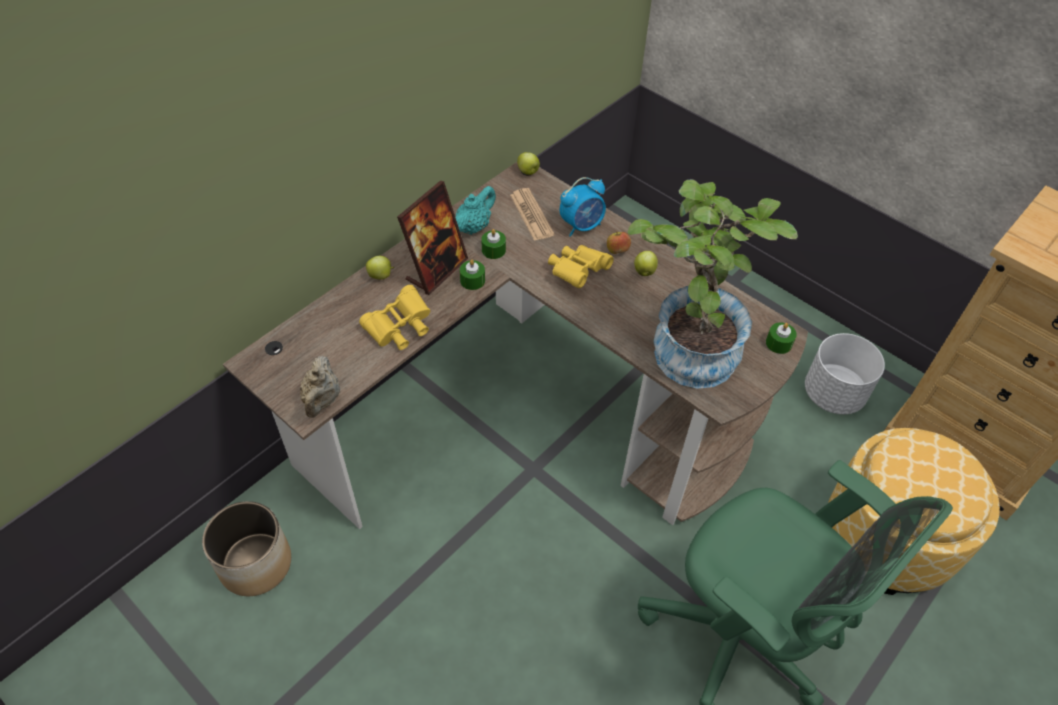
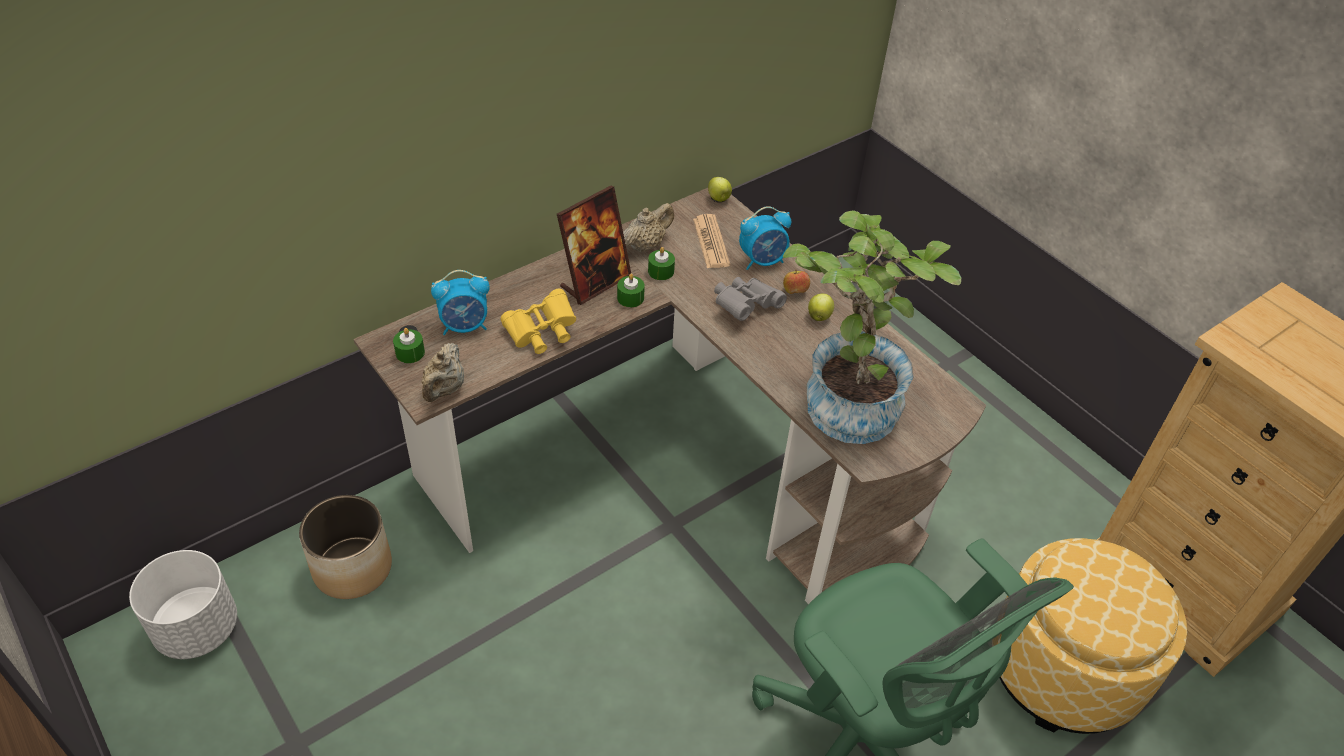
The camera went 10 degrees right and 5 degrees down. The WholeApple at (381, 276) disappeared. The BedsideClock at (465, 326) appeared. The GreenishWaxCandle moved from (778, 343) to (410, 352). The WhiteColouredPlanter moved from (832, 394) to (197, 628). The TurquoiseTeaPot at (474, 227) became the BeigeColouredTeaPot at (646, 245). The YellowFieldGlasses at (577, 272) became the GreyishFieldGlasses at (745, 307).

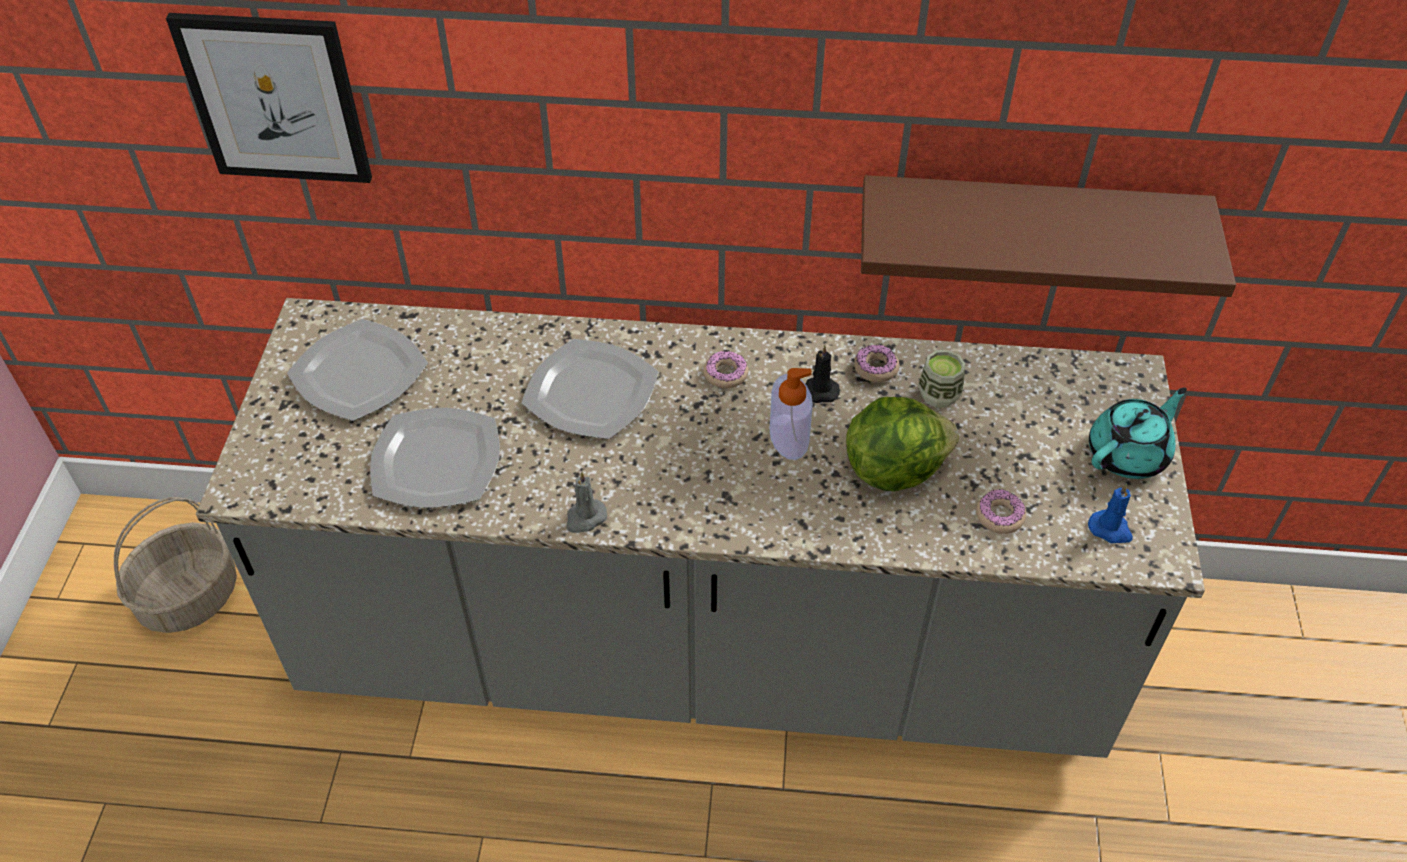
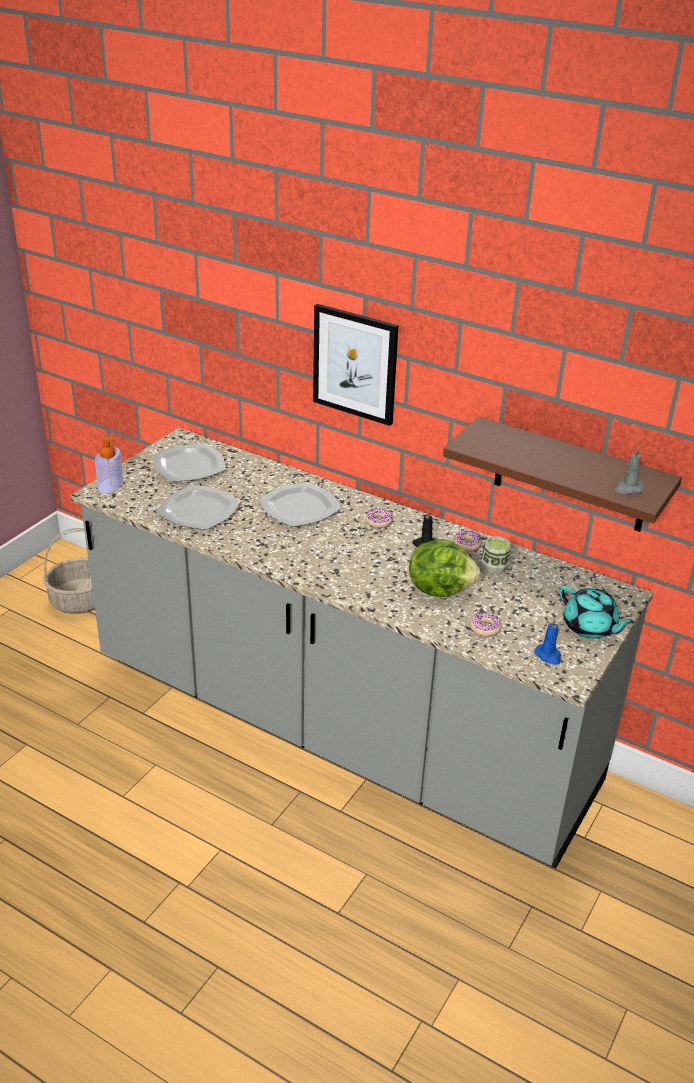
The camera went 25 degrees right and 15 degrees down. The WallArt moved from (275, 99) to (355, 364). The GreyishWaxCandle moved from (585, 518) to (628, 488). The LiquidSoapBottle moved from (789, 437) to (111, 485). The TurquoiseTeaPot at (1129, 454) turned 60 degrees clockwise.

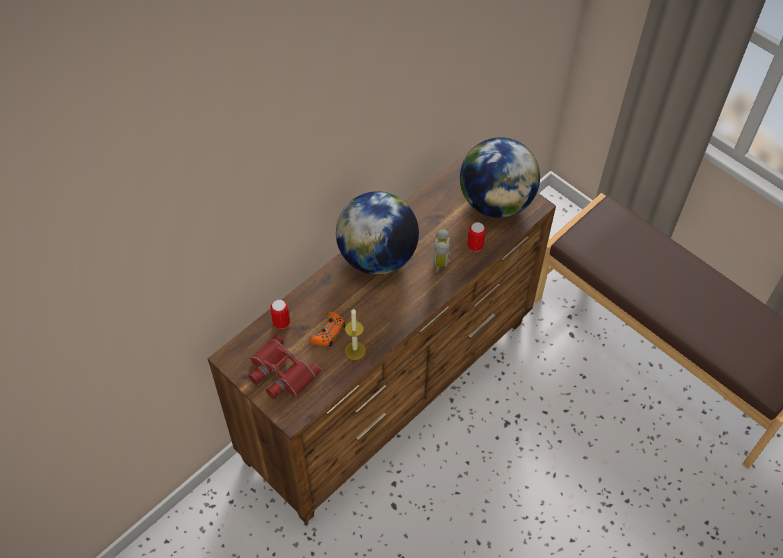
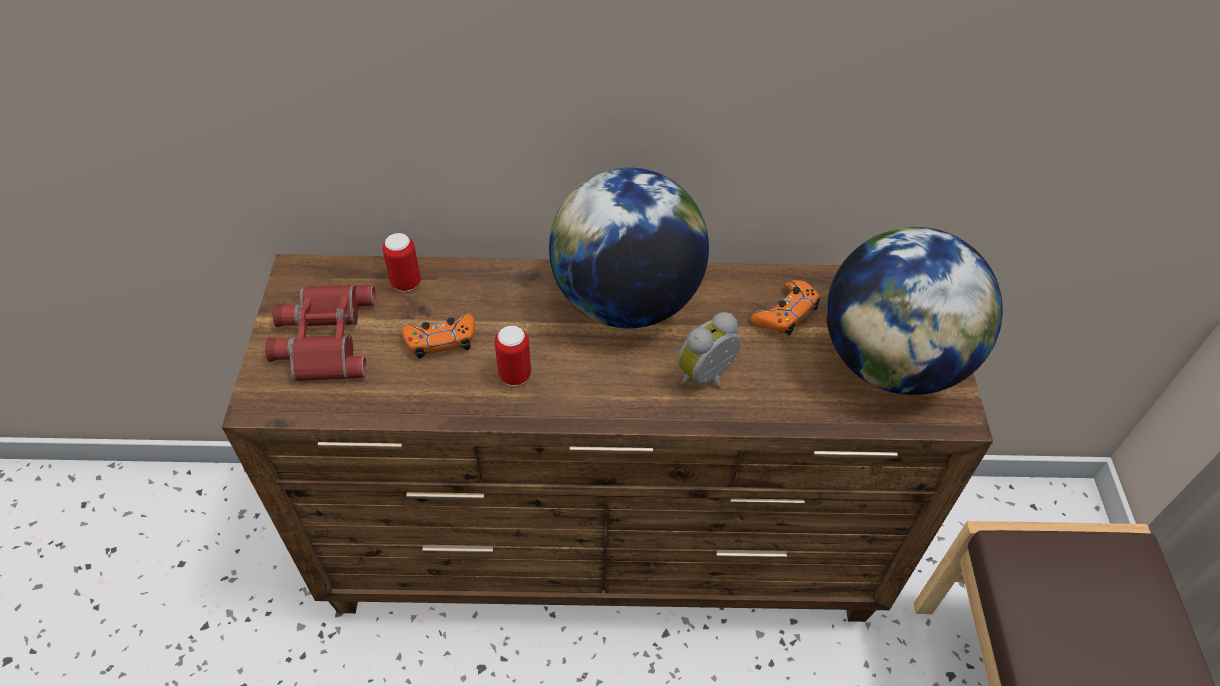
The camera went 45 degrees right and 5 degrees down. The WaxCandle at (355, 350) disappeared. The OrangeJoypad at (785, 313) appeared. The Can moved from (475, 246) to (515, 375).

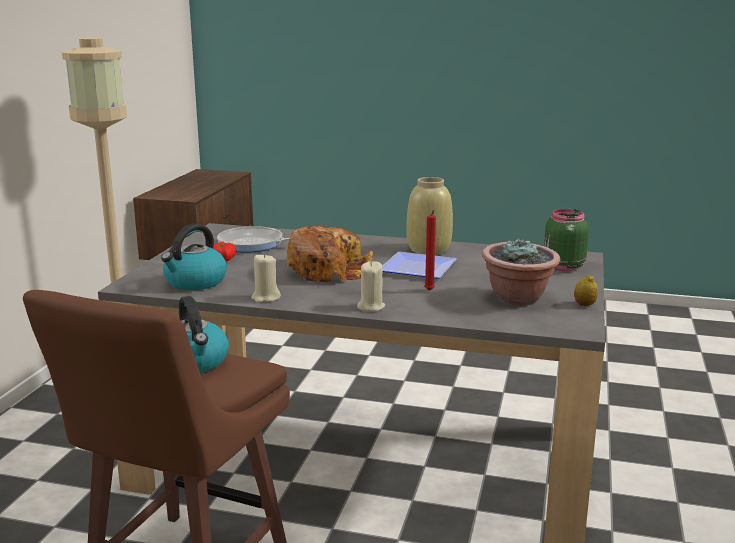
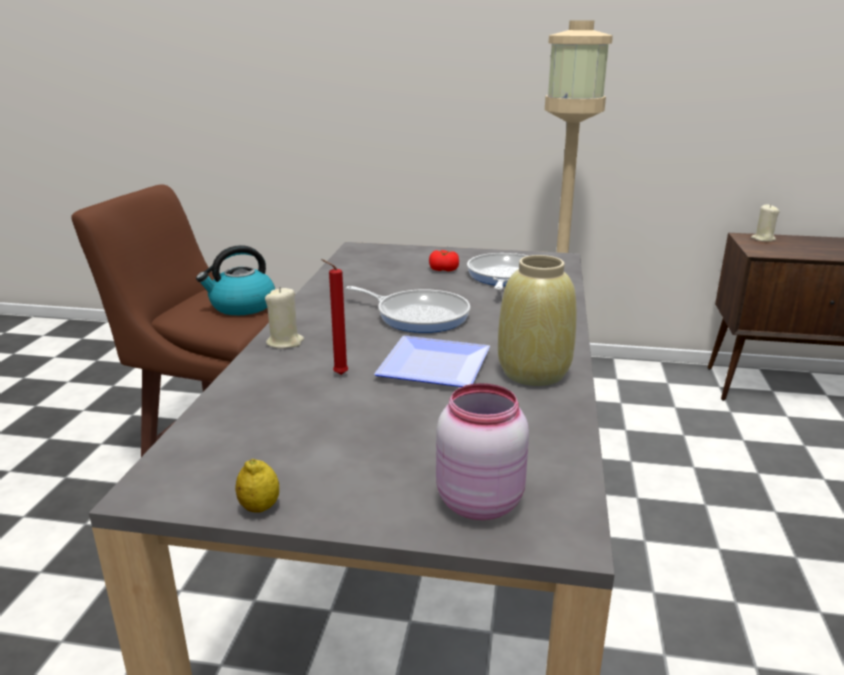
The camera went 85 degrees right and 5 degrees up. The Kettle at (195, 282) disappeared. The Houseplant at (518, 298) disappeared. The BeigeColouredWaxCandle moved from (265, 298) to (763, 239). The Bread at (328, 270) was replaced by the FryingPan at (418, 315). The GreenishStorageJar at (562, 267) became the PinkColouredStorageJar at (478, 500).

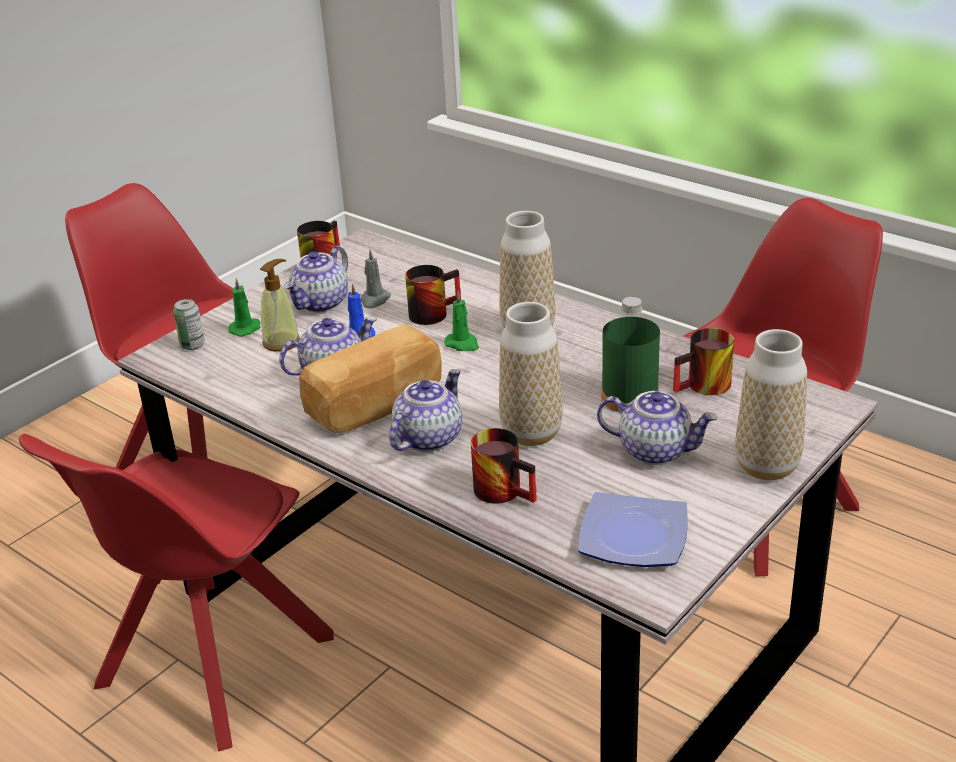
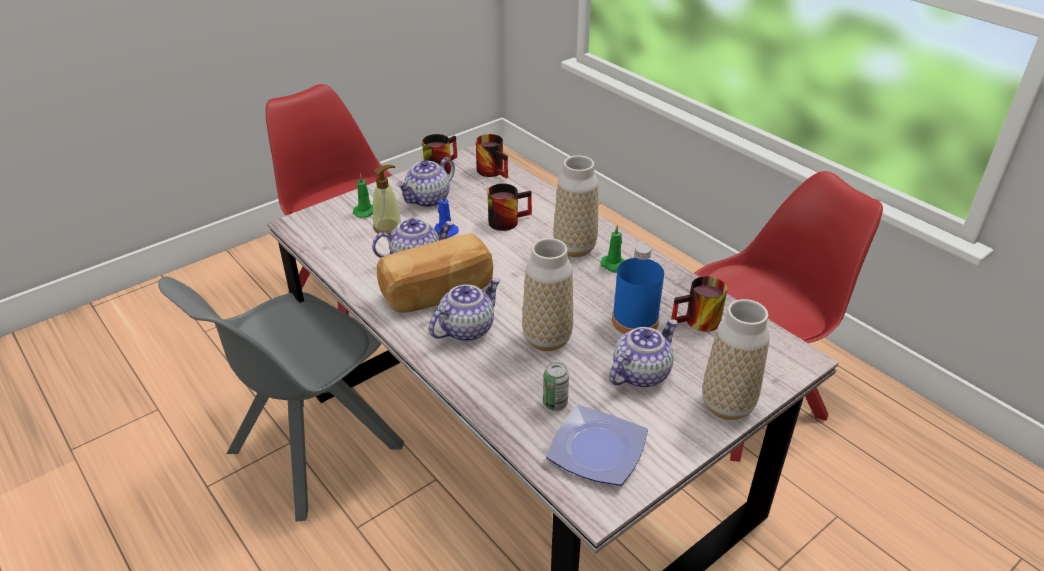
The camera went 10 degrees right and 5 degrees up. The GreyishWaxCandle at (374, 300) disappeared. The Can moved from (192, 345) to (555, 403). The GreenishWaxCandle moved from (462, 344) to (614, 266). The TeaMug moved from (506, 489) to (495, 171). The ReddishPlainChair at (210, 665) became the GreyishPlainChair at (311, 451). The GreenishBottle at (629, 397) became the BlueColouredBottle at (635, 321). The TeaPot at (655, 450) turned 75 degrees counterclockwise.

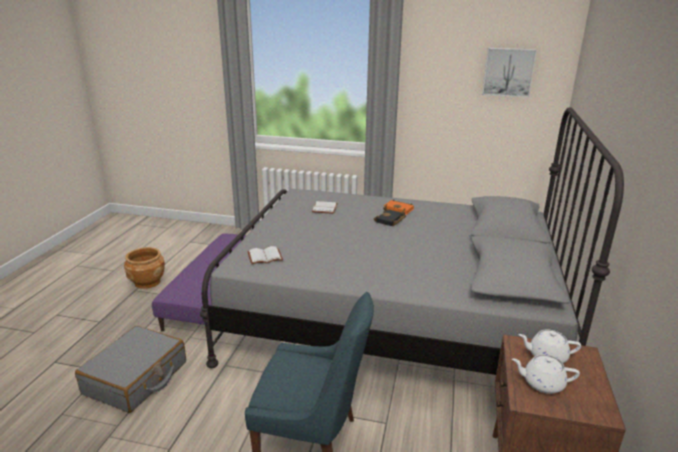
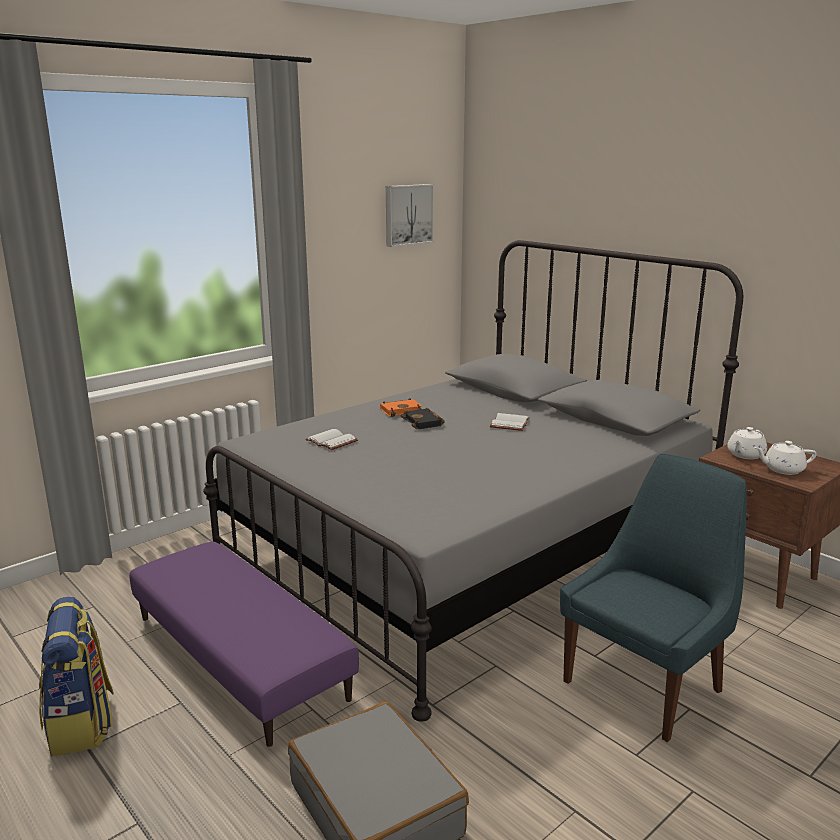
The camera went 55 degrees left and 5 degrees down. The WhiteColouredBoundBook moved from (264, 257) to (511, 424). The BrownishPlanter at (147, 282) was replaced by the Backpack at (81, 724). The WhiteColouredTeaPot at (542, 383) turned 45 degrees clockwise.

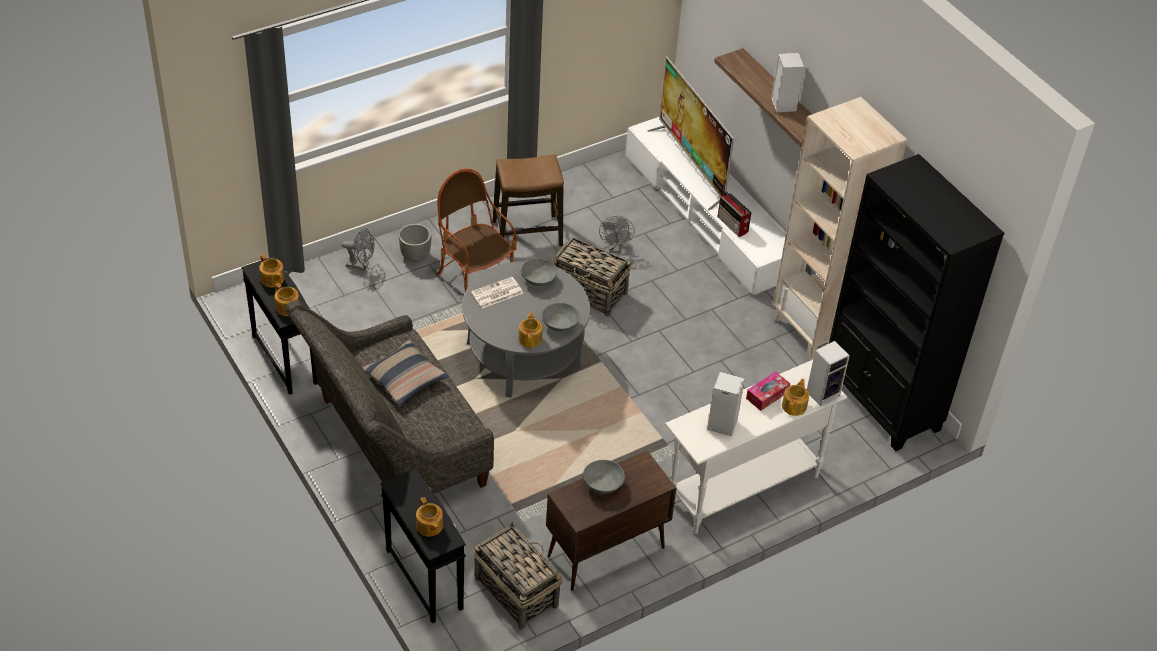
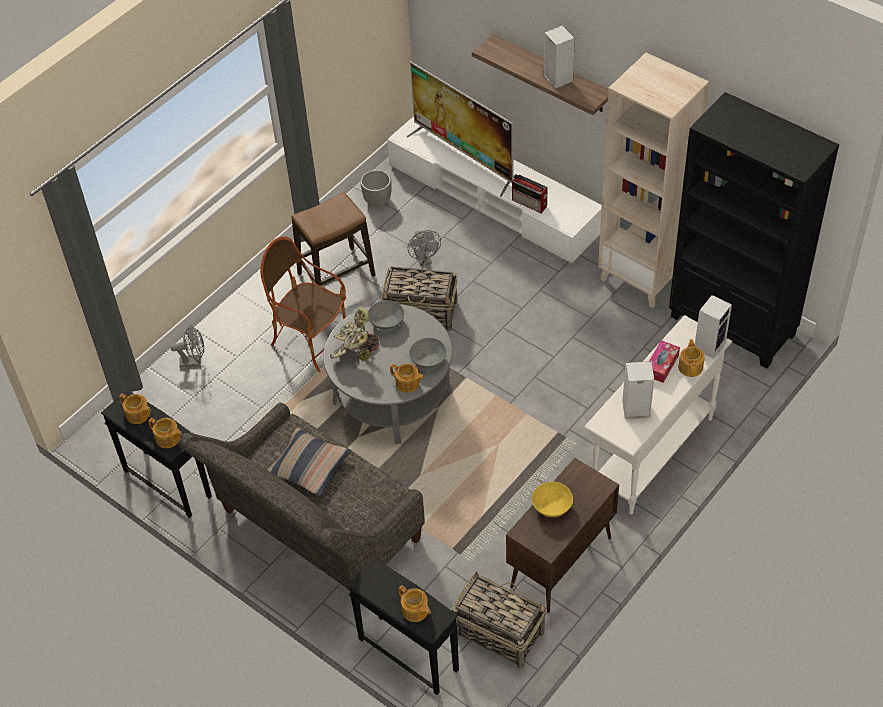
The camera went 15 degrees left and 5 degrees up. The Planter moved from (415, 256) to (377, 200). The PrintedPaper at (496, 293) was replaced by the Houseplant at (354, 350). The GreyishDeepDish at (603, 485) became the YellowDeepDish at (552, 507). The TeaPot at (530, 338) turned 135 degrees clockwise.

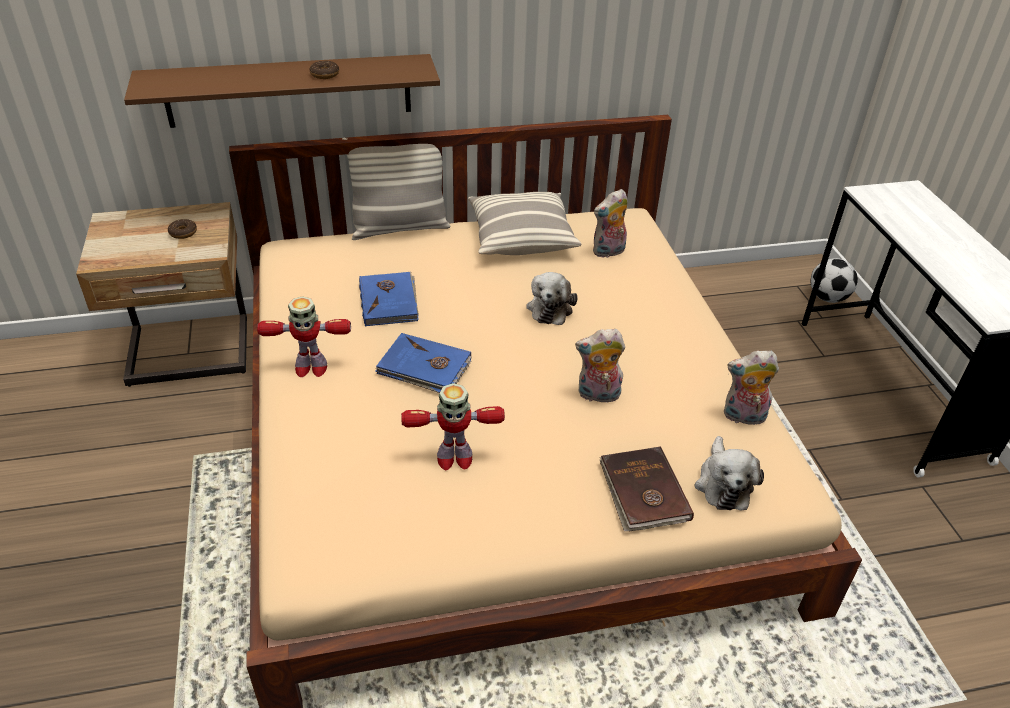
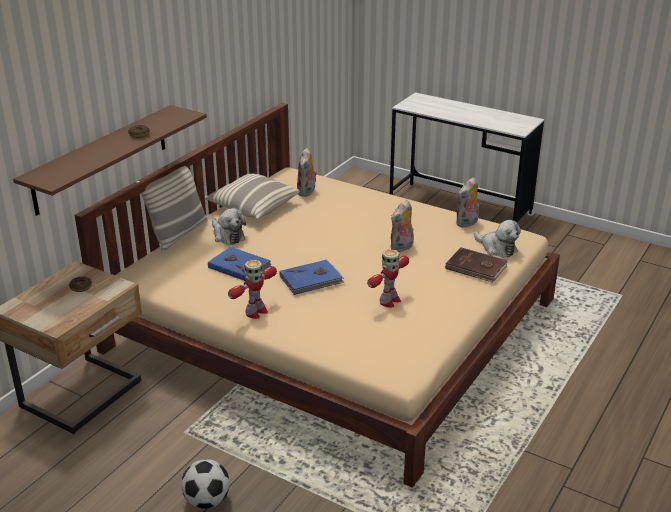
The camera went 45 degrees left and 10 degrees down. The PlushToy moved from (550, 307) to (227, 236). The FootballBall moved from (828, 298) to (207, 501).

